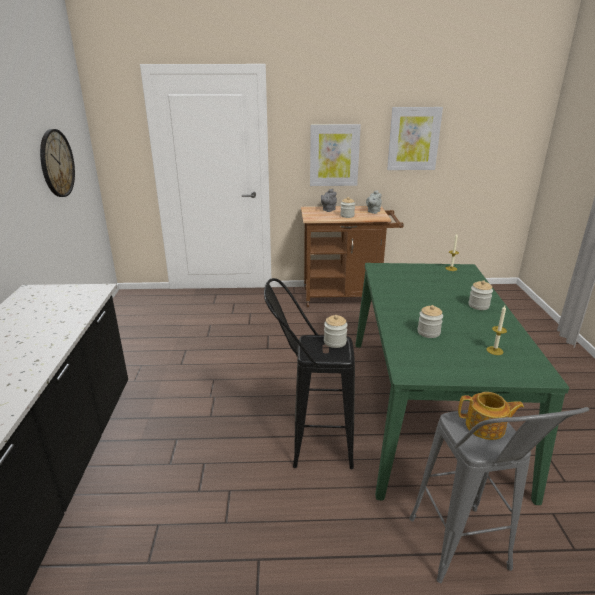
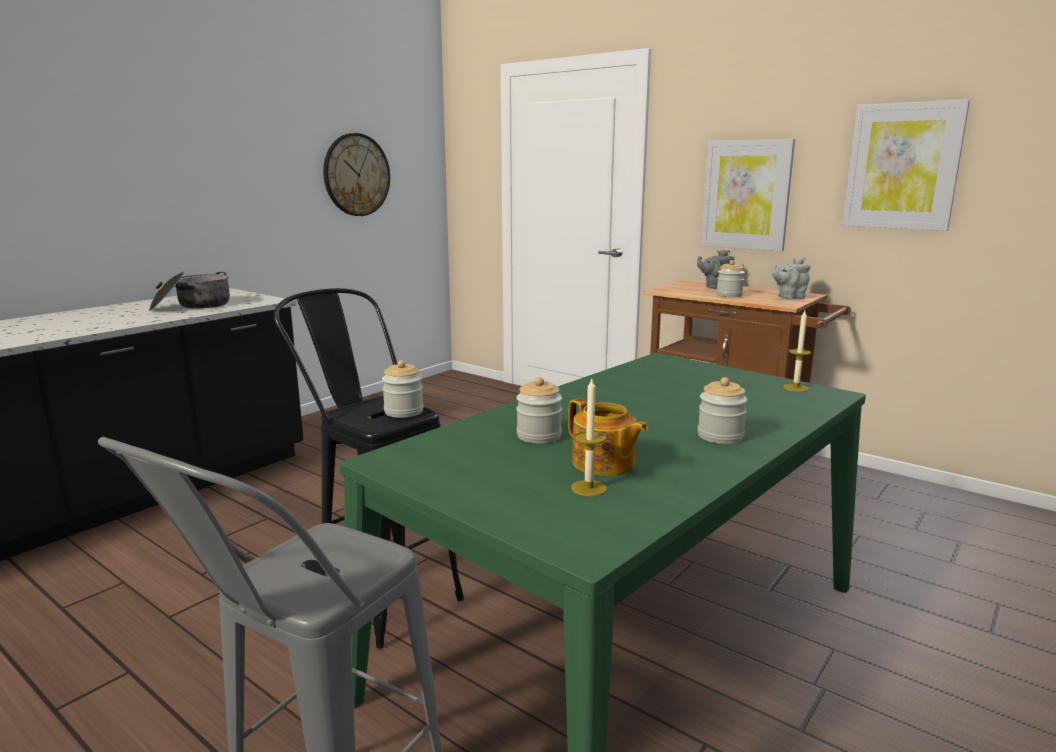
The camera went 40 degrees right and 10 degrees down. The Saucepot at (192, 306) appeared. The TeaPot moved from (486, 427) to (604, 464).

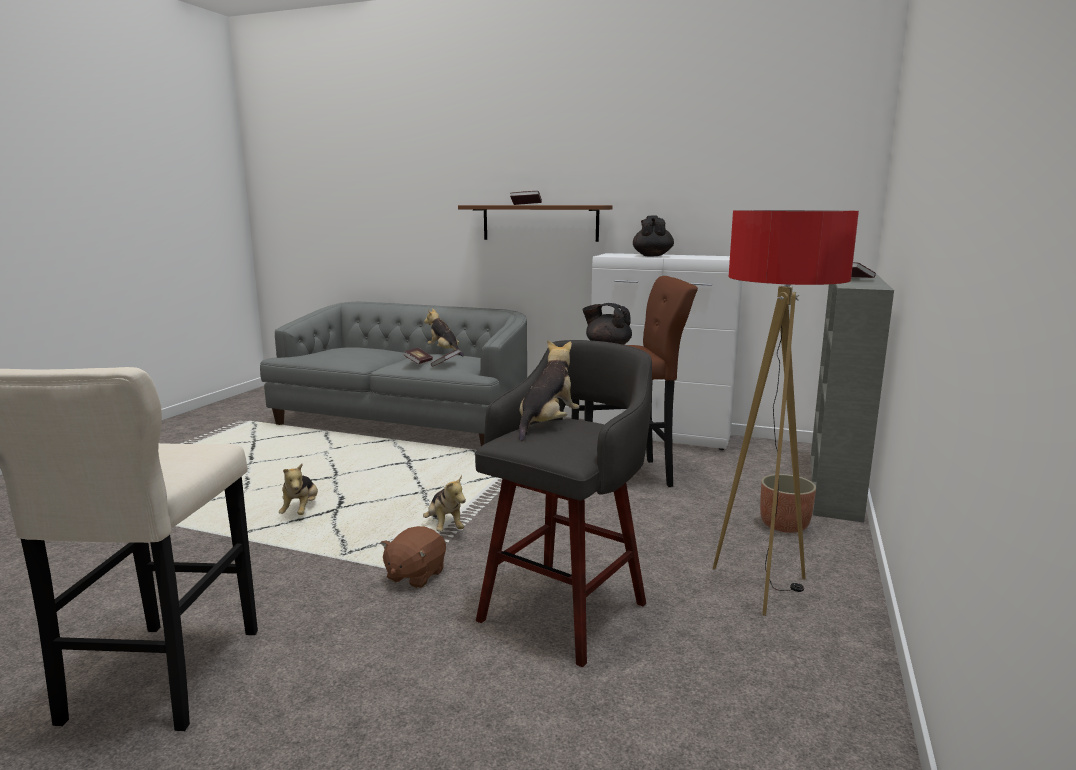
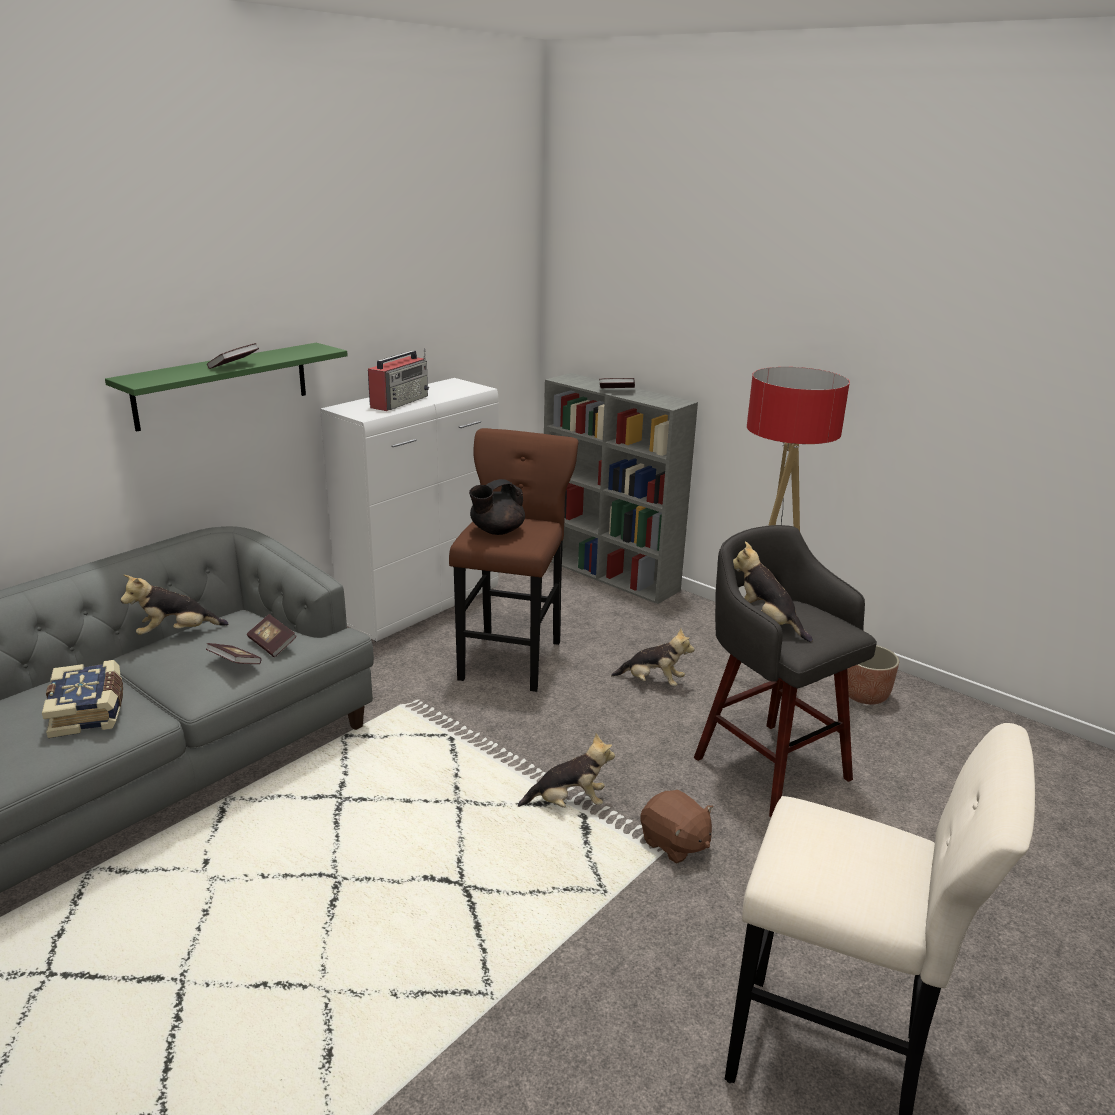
The camera went 70 degrees left and 10 degrees up. The BoundBook at (89, 711) appeared. The PlushToy moved from (301, 510) to (652, 682). The Planter moved from (784, 525) to (864, 695). The BlackColouredTeaPot at (652, 256) was replaced by the RadioReceiver at (400, 402). The BrownishWallShelf at (540, 223) became the GreenishWallShelf at (222, 385).

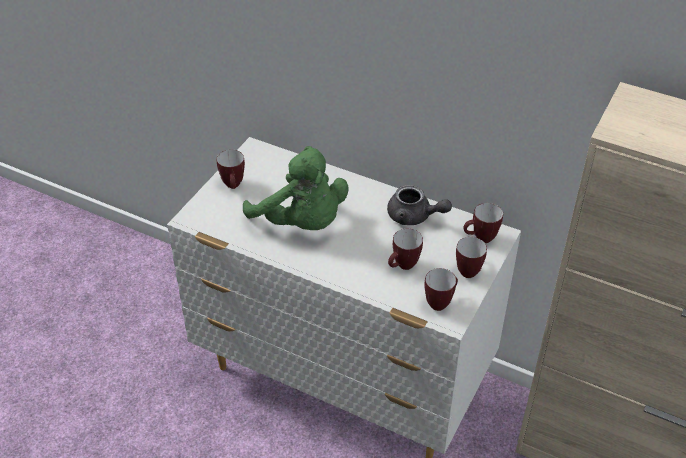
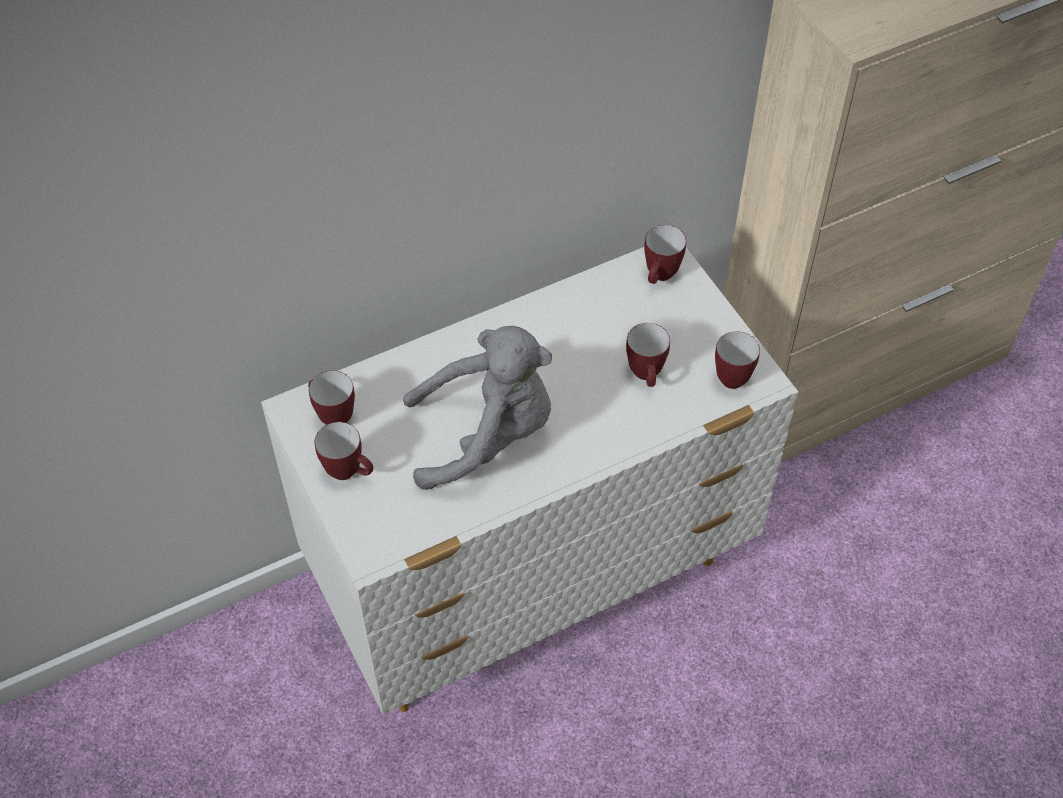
The camera went 55 degrees left and 10 degrees up. The GreyishTeaPot at (414, 217) disappeared. The TeaMug moved from (467, 269) to (331, 416). The GreenishPlushToy at (302, 223) became the GreyishPlushToy at (487, 435).

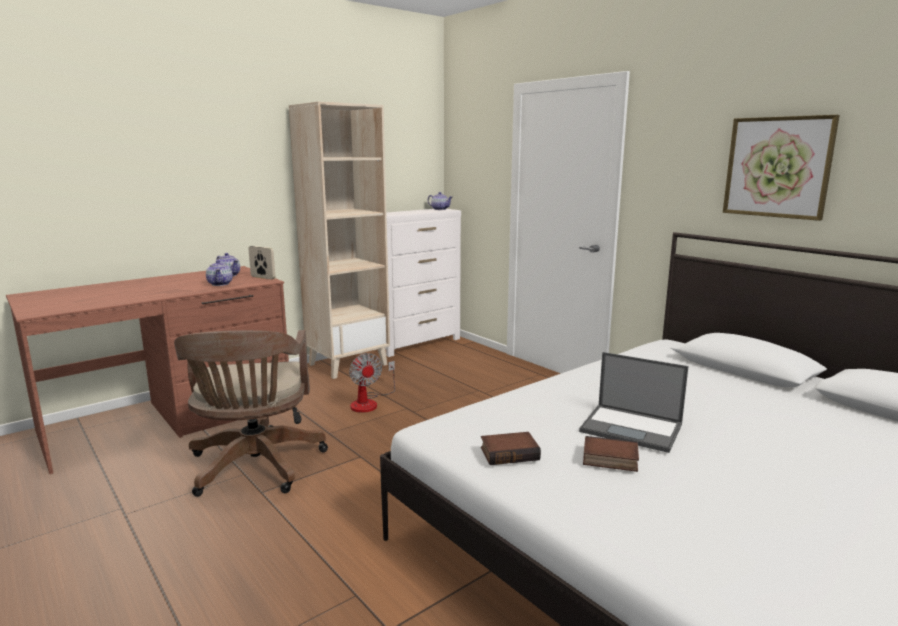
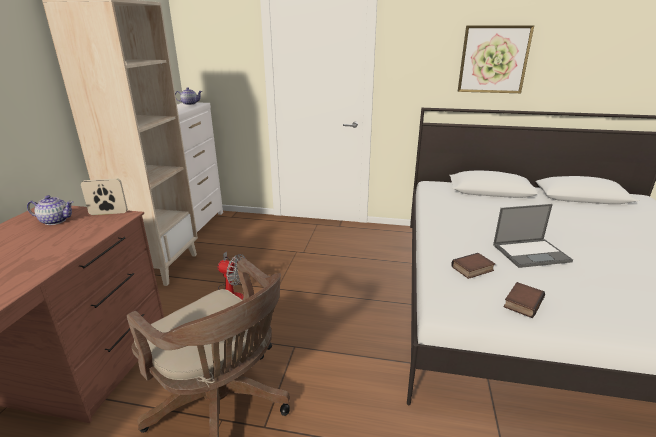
The camera went 40 degrees left and 10 degrees up. The TeaPot at (220, 284) disappeared. The BoundBook moved from (609, 459) to (472, 269).

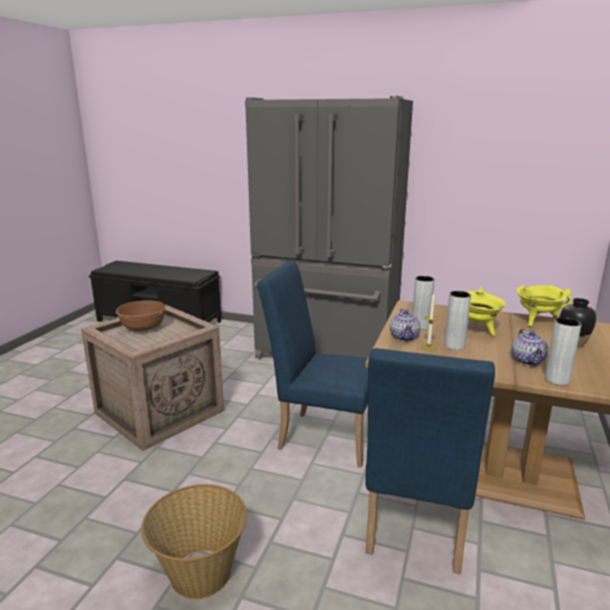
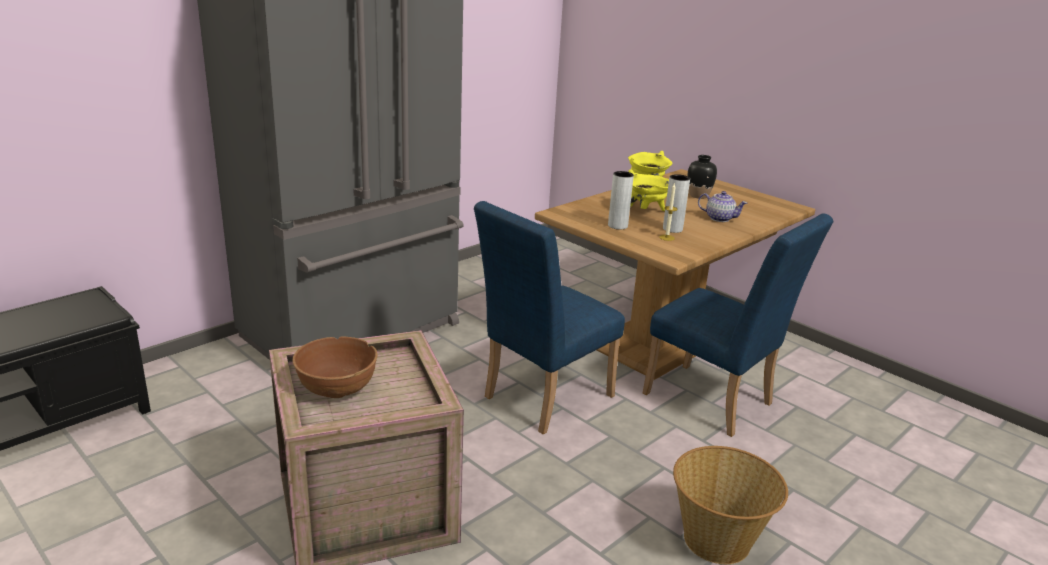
The camera went 65 degrees left and 5 degrees up. The TeaPot at (404, 337) disappeared. The GreyishFlowerVase at (557, 380) disappeared.

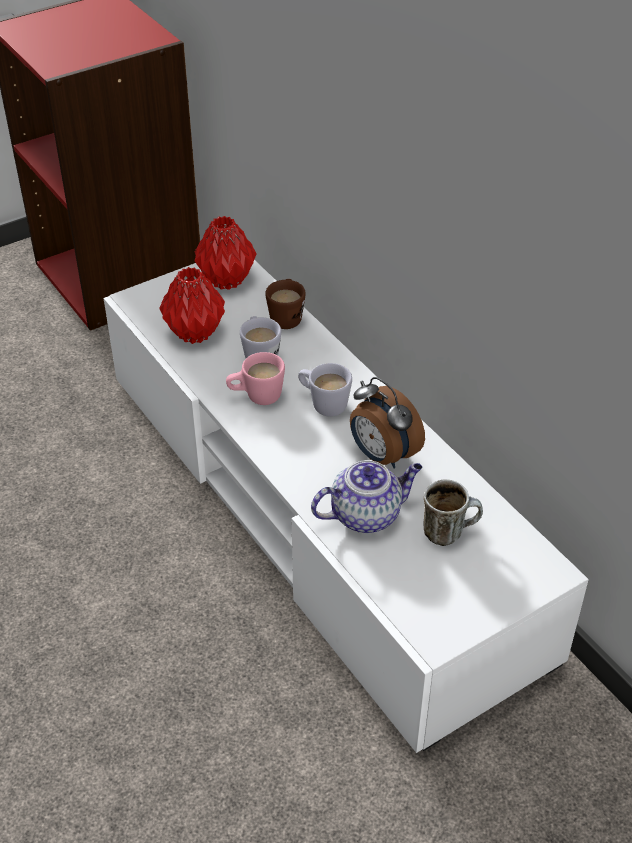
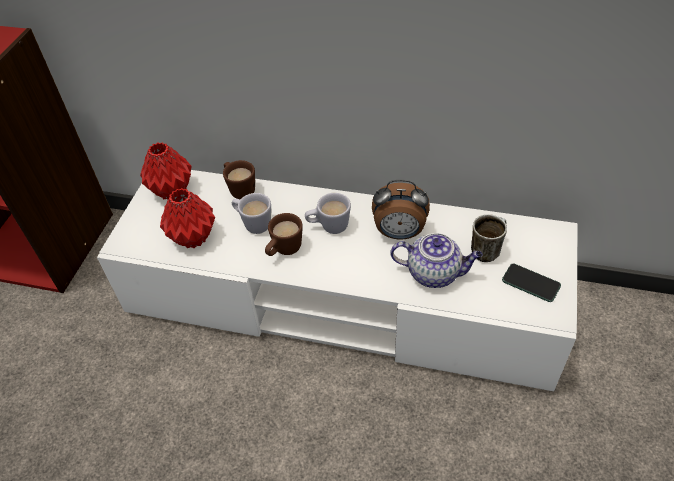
The camera went 40 degrees left and 5 degrees up. The Telephone at (531, 283) appeared. The PinkColouredTeaMug at (256, 397) became the BrownishTeaMug at (284, 251). The TeaPot at (366, 514) turned 75 degrees clockwise.

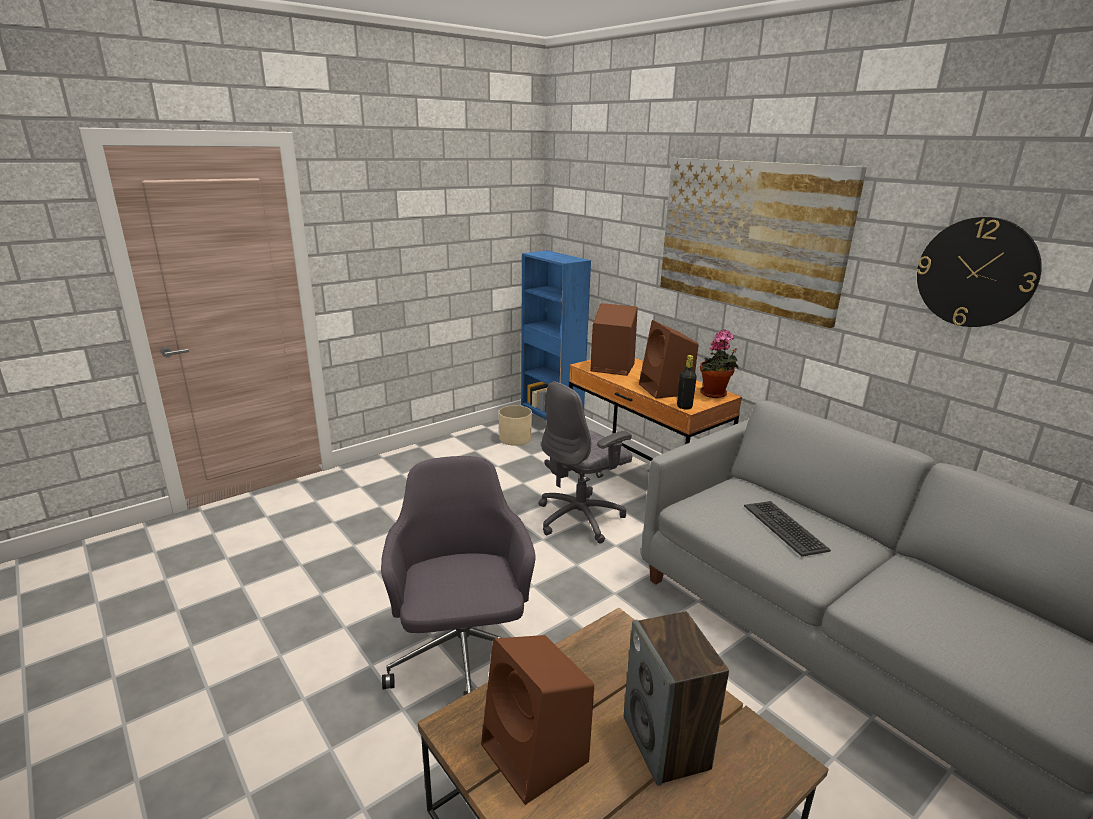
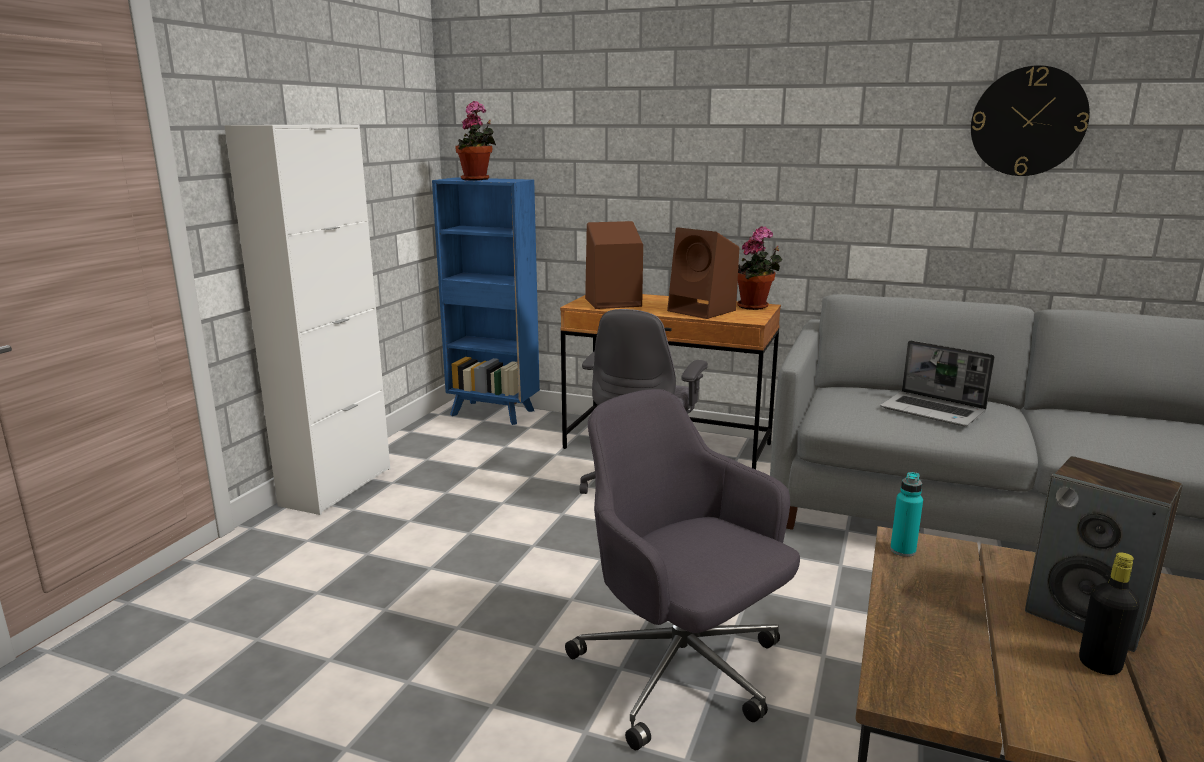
The camera went 30 degrees left and 5 degrees down. The BrownishSpeaker at (537, 754) disappeared. The BeigeColouredPlanter at (515, 438) disappeared. The WallArt at (749, 236) disappeared. The WhiteColouredCabinet at (337, 486) appeared. The Houseplant at (477, 179) appeared. The TurquoiseBottle at (902, 550) appeared. The BlackColouredBottle moved from (684, 407) to (1099, 665). The PcKeyboard at (785, 528) was replaced by the Laptop at (934, 411).

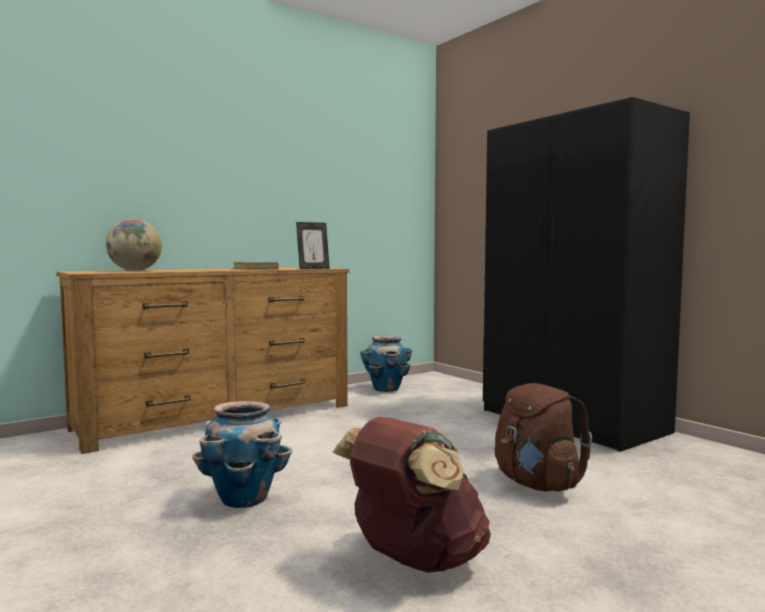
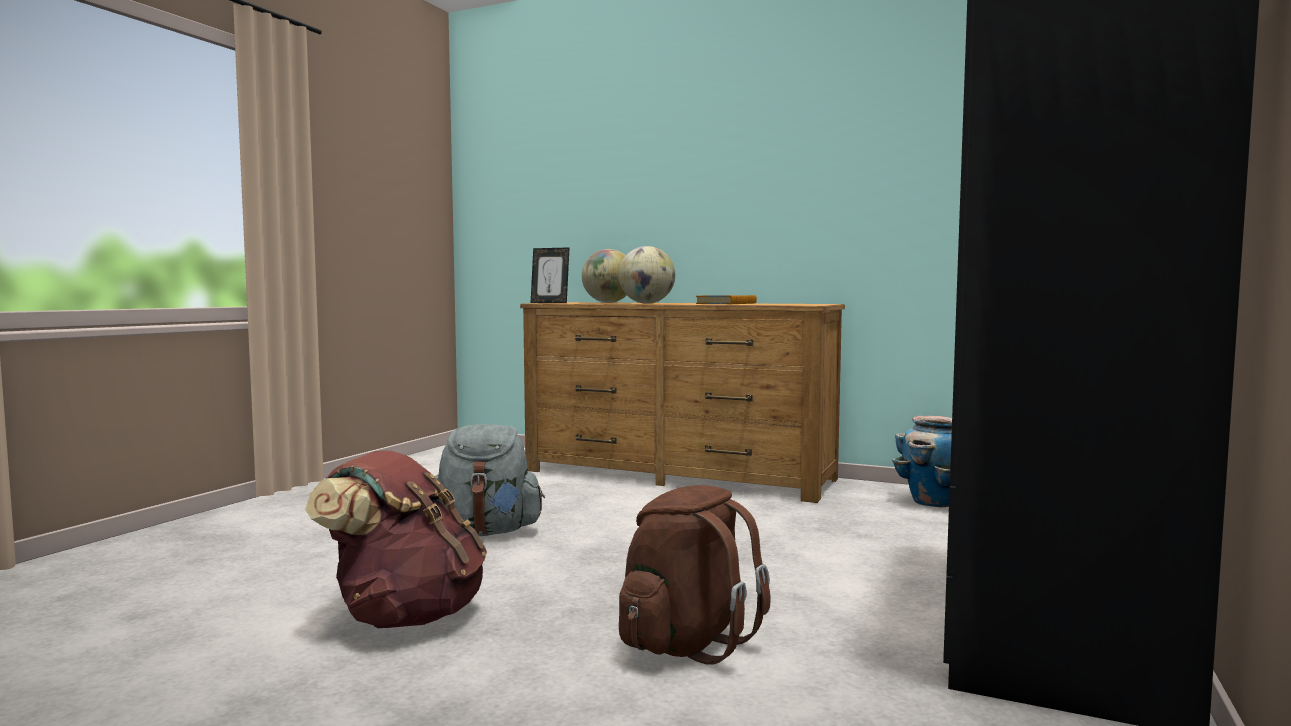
The camera went 60 degrees right and 0 degrees up. The Globe at (647, 303) appeared. The PictureFrame moved from (313, 268) to (550, 303). The Planter at (243, 498) was replaced by the GreyishBackpack at (486, 532).

